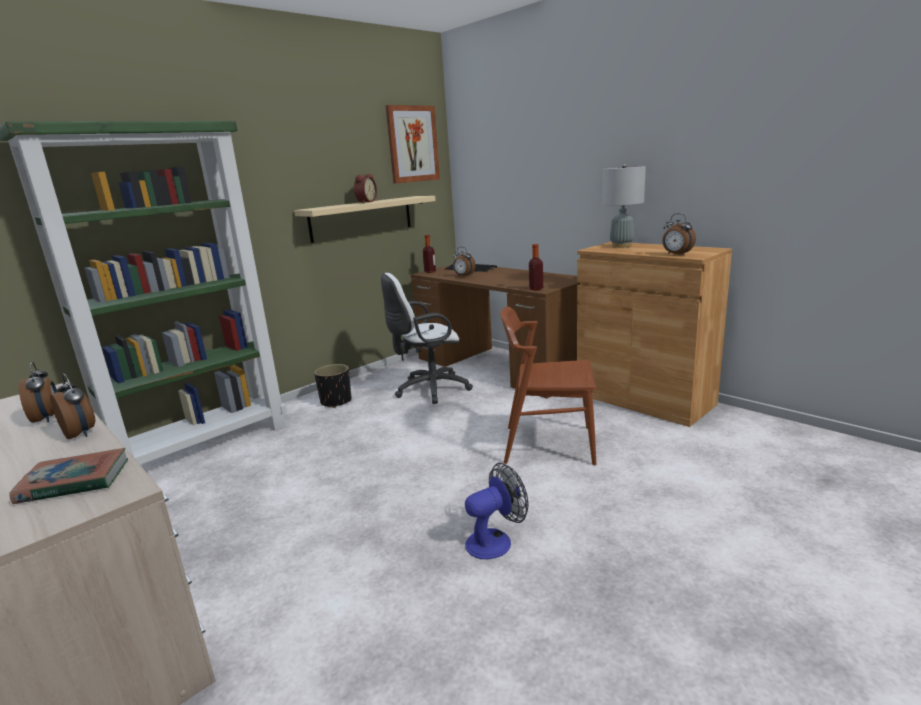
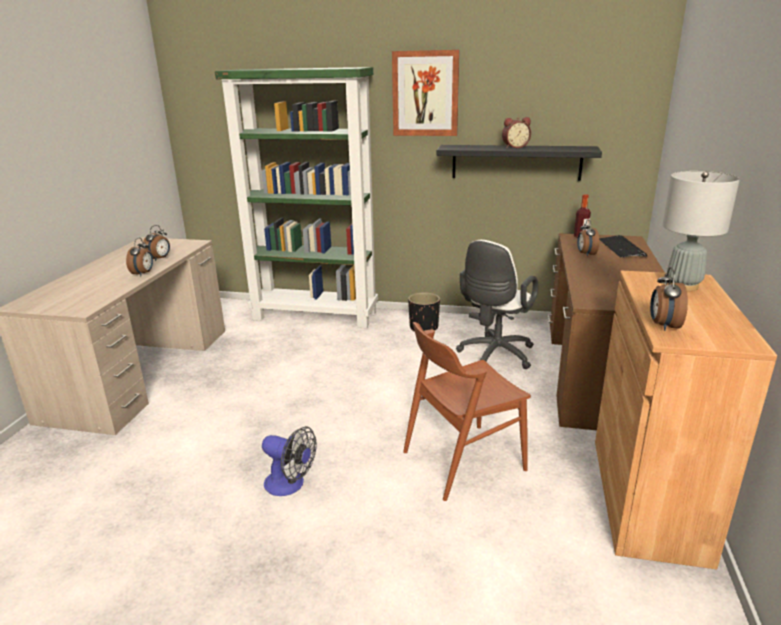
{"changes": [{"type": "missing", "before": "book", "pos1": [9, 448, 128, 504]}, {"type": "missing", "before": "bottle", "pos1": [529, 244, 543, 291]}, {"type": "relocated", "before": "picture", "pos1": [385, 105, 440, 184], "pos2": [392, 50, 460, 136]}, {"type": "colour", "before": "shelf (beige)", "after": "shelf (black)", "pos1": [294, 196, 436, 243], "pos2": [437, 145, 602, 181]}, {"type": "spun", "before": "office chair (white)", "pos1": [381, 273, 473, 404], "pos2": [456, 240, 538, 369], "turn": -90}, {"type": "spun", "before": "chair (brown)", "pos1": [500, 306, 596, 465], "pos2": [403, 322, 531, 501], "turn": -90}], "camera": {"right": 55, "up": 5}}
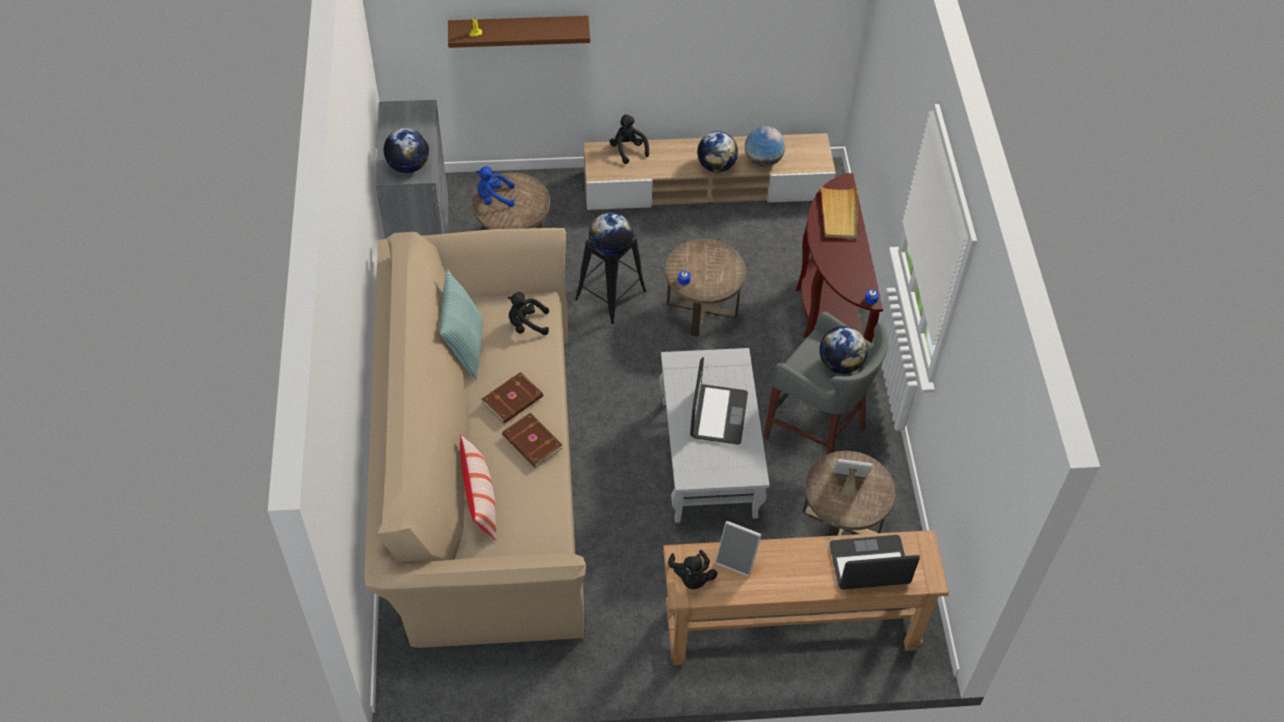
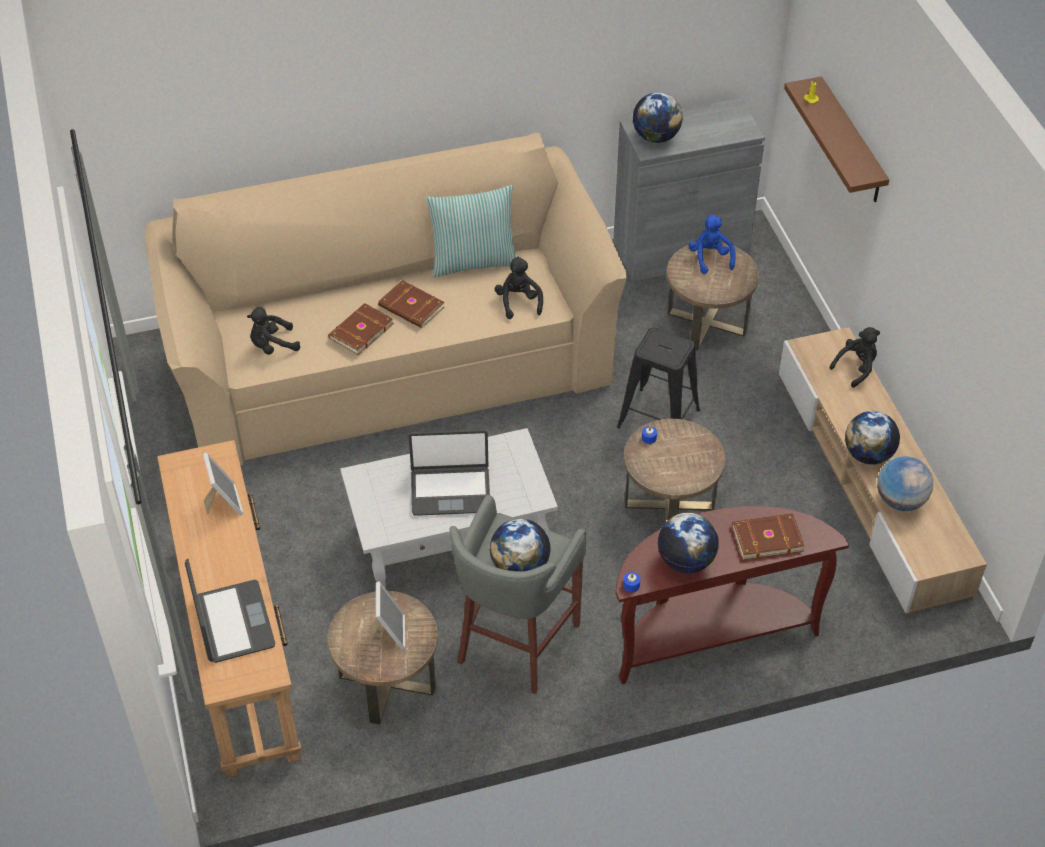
{"changes": [{"type": "missing", "before": "pillow", "pos1": [460, 435, 496, 541]}, {"type": "relocated", "before": "globe", "pos1": [589, 212, 634, 257], "pos2": [658, 513, 719, 573]}, {"type": "relocated", "before": "plush toy (black)", "pos1": [668, 550, 717, 589], "pos2": [247, 307, 300, 355]}, {"type": "exchanged", "before": "tray (beige)", "after": "book (brown)", "pos1": [820, 185, 858, 238], "pos2": [732, 513, 805, 560]}, {"type": "spun", "before": "picture frame", "pos1": [715, 521, 762, 577], "pos2": [203, 452, 243, 515], "turn": 150}], "camera": {"right": 80, "up": -5}}
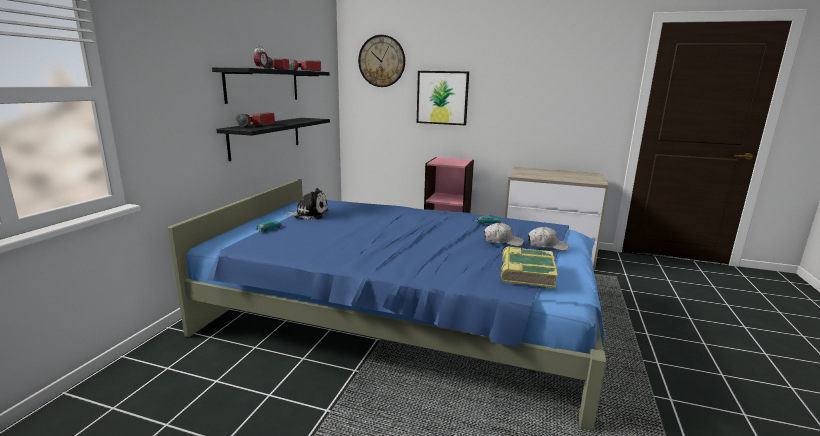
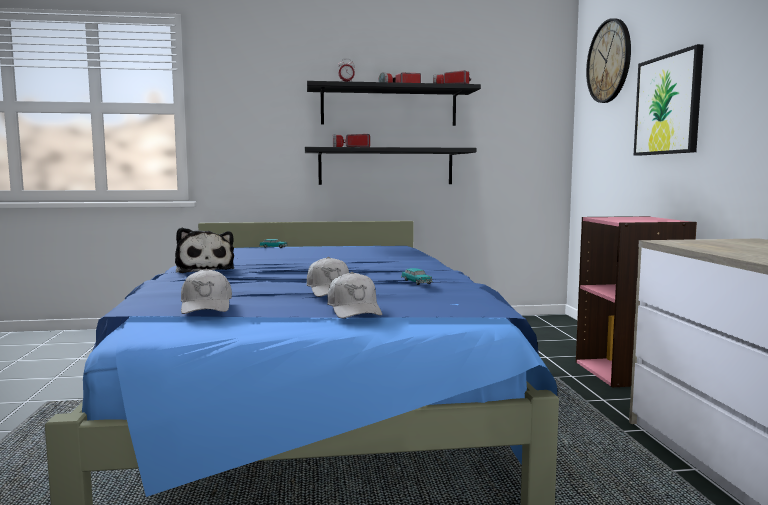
{"changes": [{"type": "relocated", "before": "plush toy", "pos1": [284, 188, 328, 220], "pos2": [175, 227, 234, 273]}, {"type": "exchanged", "before": "book", "after": "cap (white)", "pos1": [501, 246, 558, 288], "pos2": [181, 269, 232, 314]}], "camera": {"right": 65, "up": -10}}
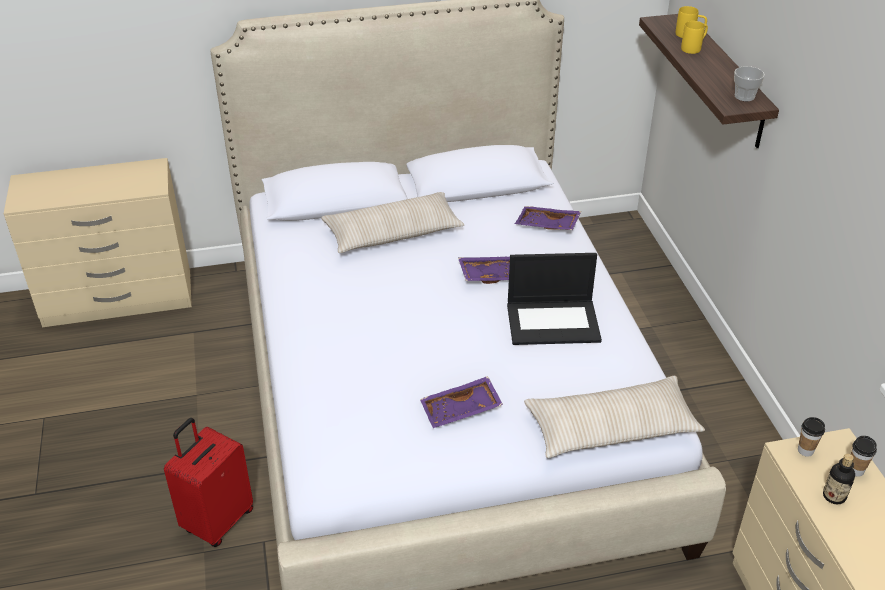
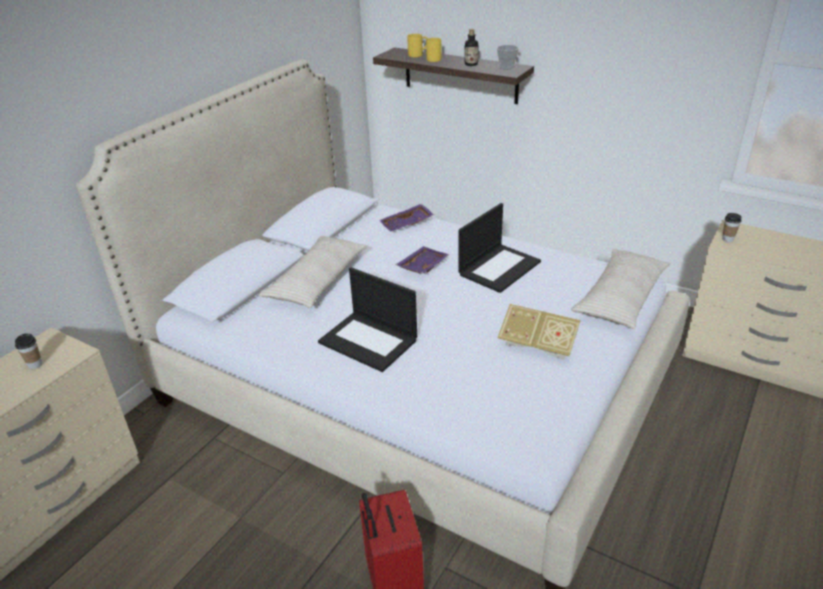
{"changes": [{"type": "appeared", "after": "laptop", "pos2": [318, 267, 417, 372]}, {"type": "relocated", "before": "bottle", "pos1": [823, 454, 855, 505], "pos2": [464, 29, 479, 66]}, {"type": "relocated", "before": "cup", "pos1": [851, 436, 877, 477], "pos2": [15, 333, 42, 369]}, {"type": "exchanged", "before": "tray (purple)", "after": "book", "pos1": [420, 376, 503, 428], "pos2": [498, 304, 581, 360]}], "camera": {"right": -45, "up": -5}}
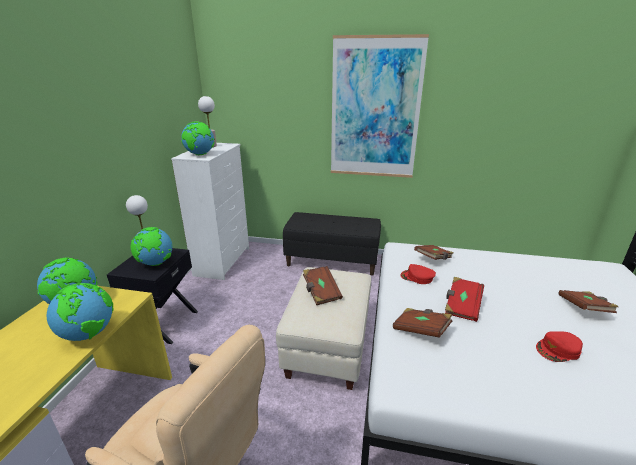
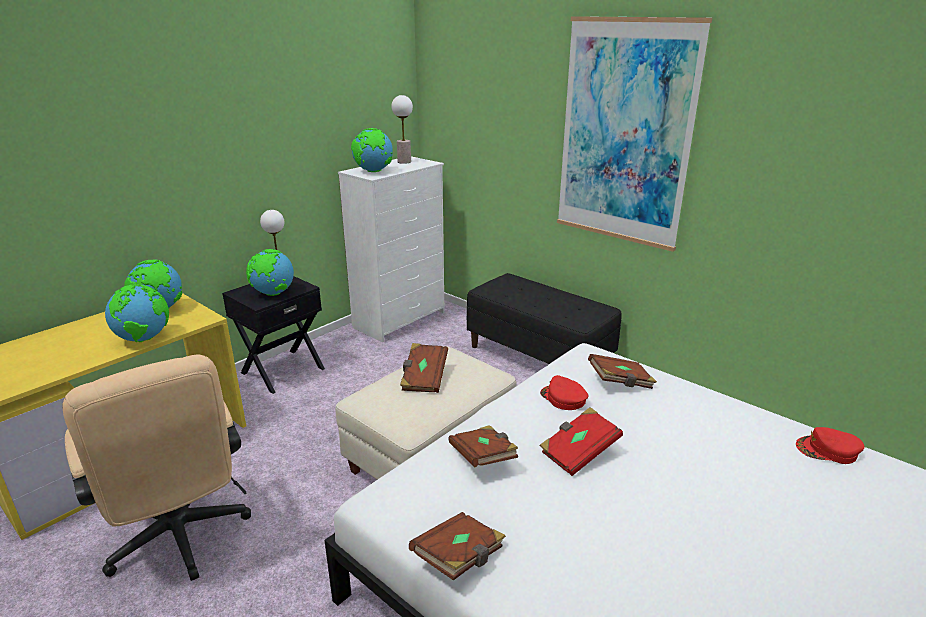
{"changes": [{"type": "relocated", "before": "cap (red)", "pos1": [536, 331, 583, 362], "pos2": [796, 427, 865, 464]}, {"type": "relocated", "before": "book (brown)", "pos1": [559, 290, 618, 313], "pos2": [409, 512, 506, 580]}], "camera": {"right": 30, "up": 0}}
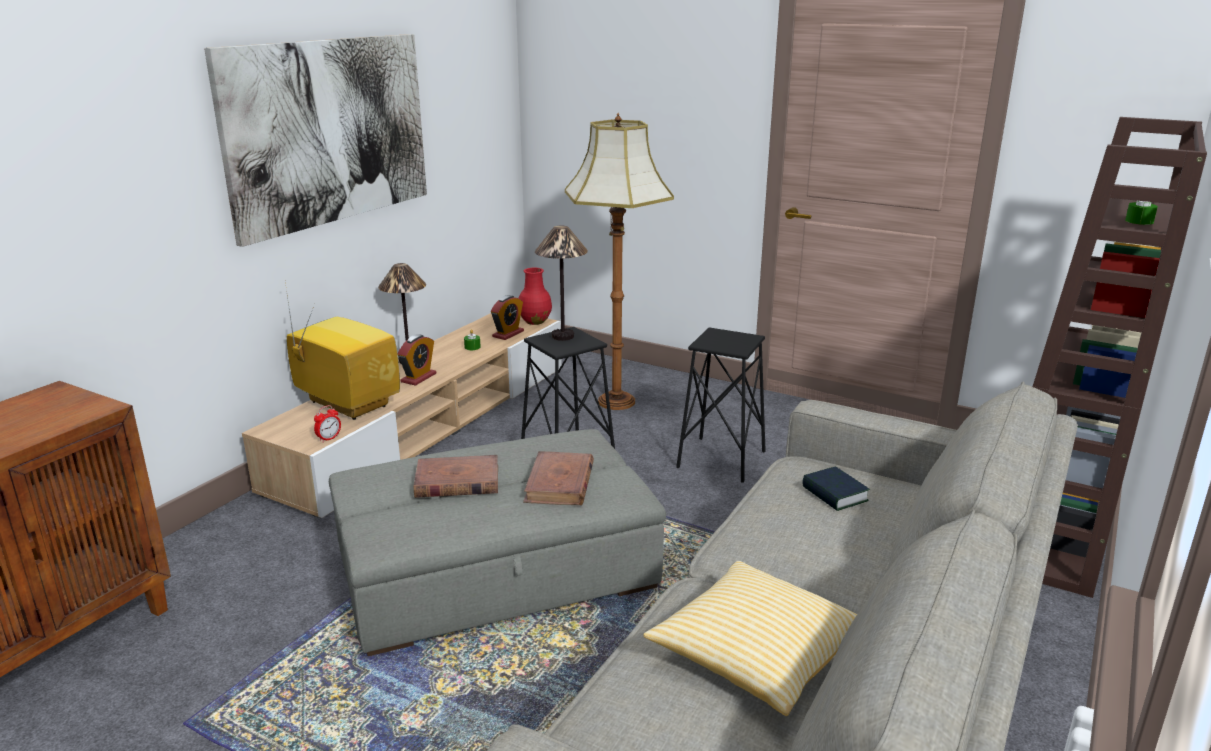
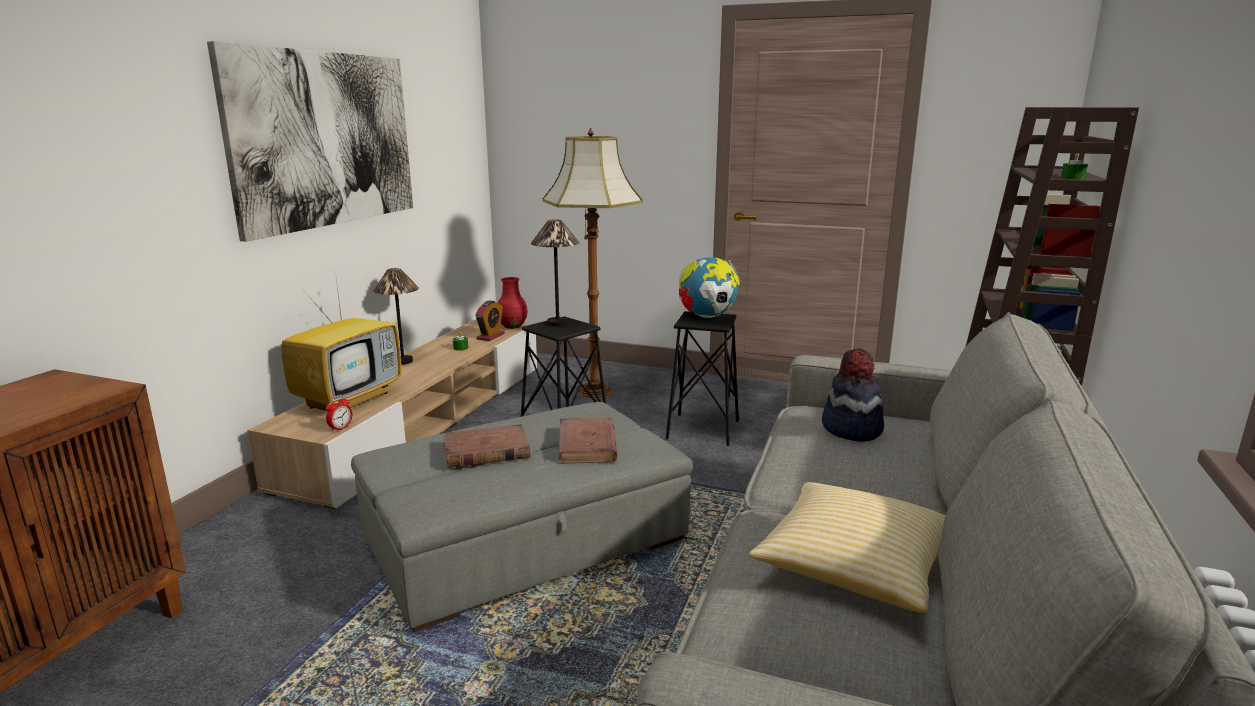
{"changes": [{"type": "missing", "before": "alarm clock", "pos1": [398, 334, 437, 386]}, {"type": "appeared", "after": "globe", "pos2": [679, 257, 741, 318]}, {"type": "exchanged", "before": "book", "after": "hat", "pos1": [802, 467, 870, 511], "pos2": [822, 348, 884, 442]}, {"type": "spun", "before": "television", "pos1": [286, 289, 400, 420], "pos2": [282, 271, 401, 411], "turn": 90}], "camera": {"right": -10, "up": -5}}
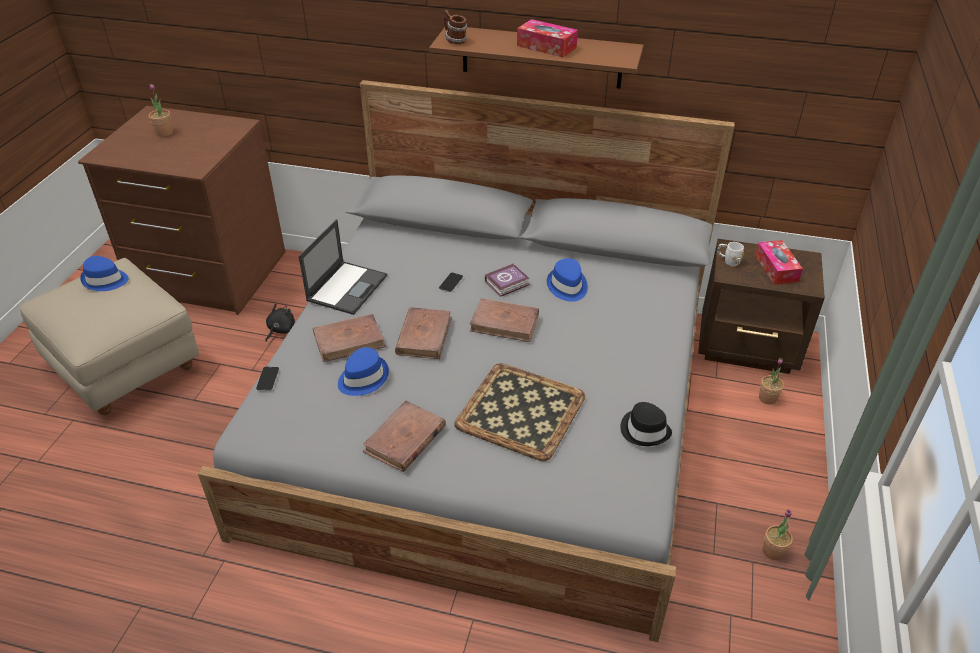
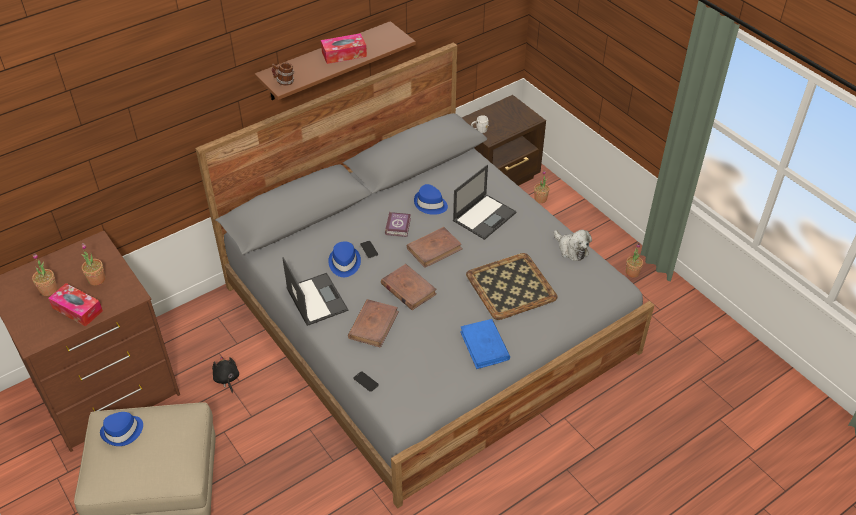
{"changes": [{"type": "appeared", "after": "potted plant", "pos2": [81, 243, 105, 286]}, {"type": "appeared", "after": "laptop", "pos2": [453, 165, 516, 240]}, {"type": "relocated", "before": "hat (blue)", "pos1": [338, 347, 389, 396], "pos2": [328, 241, 361, 277]}, {"type": "relocated", "before": "tissue box", "pos1": [755, 240, 803, 285], "pos2": [48, 283, 103, 327]}, {"type": "exchanged", "before": "hat (black)", "after": "plush toy", "pos1": [620, 402, 672, 446], "pos2": [554, 230, 592, 261]}, {"type": "colour", "before": "book (brown)", "after": "book (blue)", "pos1": [363, 401, 446, 472], "pos2": [460, 319, 510, 369]}], "camera": {"right": -50, "up": 5}}
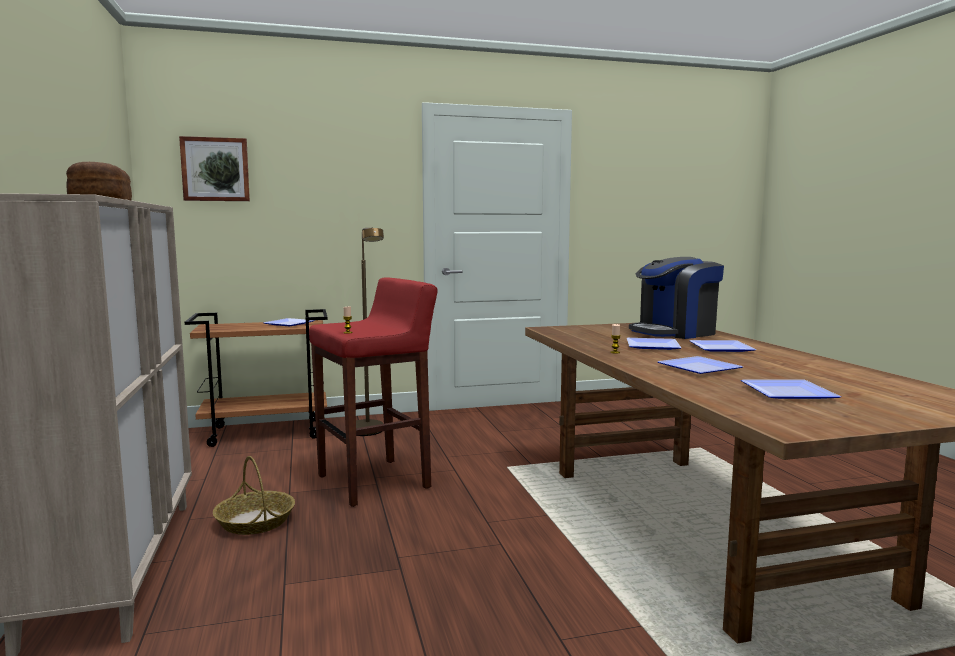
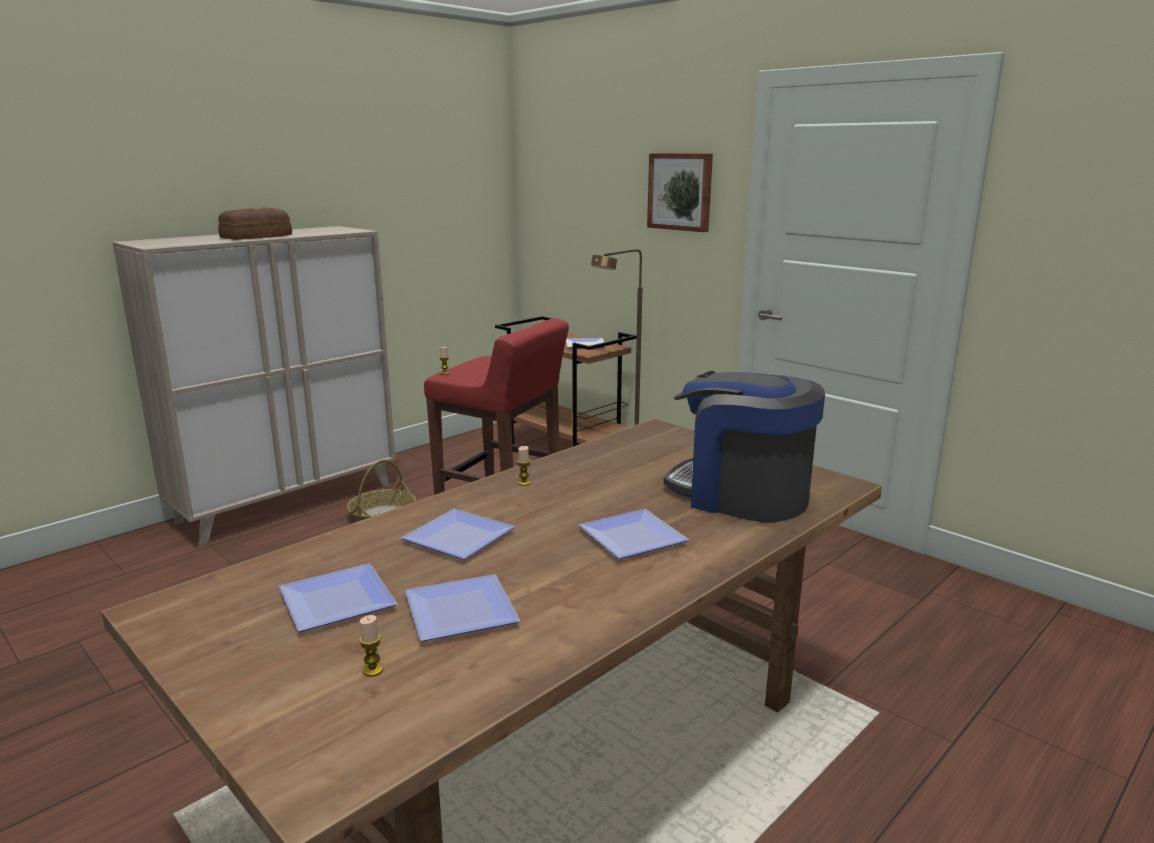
{"changes": [{"type": "appeared", "after": "candle", "pos2": [359, 615, 383, 677]}, {"type": "relocated", "before": "picture", "pos1": [179, 136, 250, 201], "pos2": [647, 153, 713, 232]}, {"type": "relocated", "before": "plate", "pos1": [627, 338, 681, 350], "pos2": [405, 574, 520, 641]}], "camera": {"right": 60, "up": 10}}
